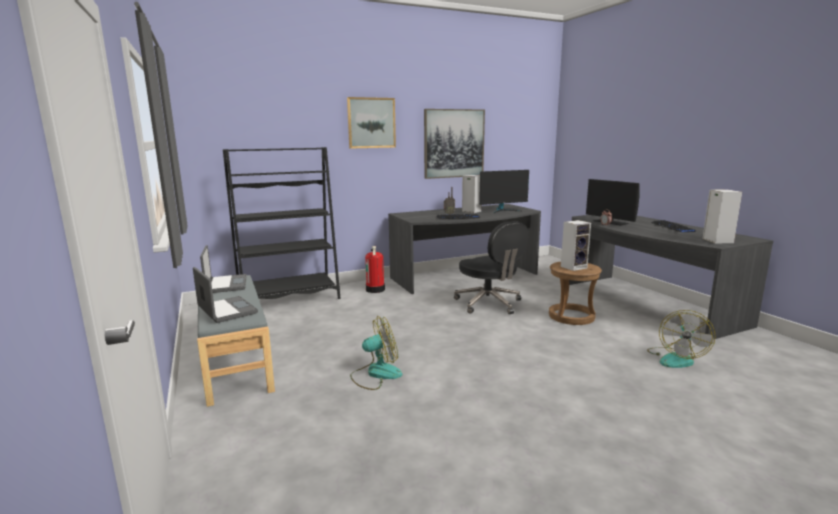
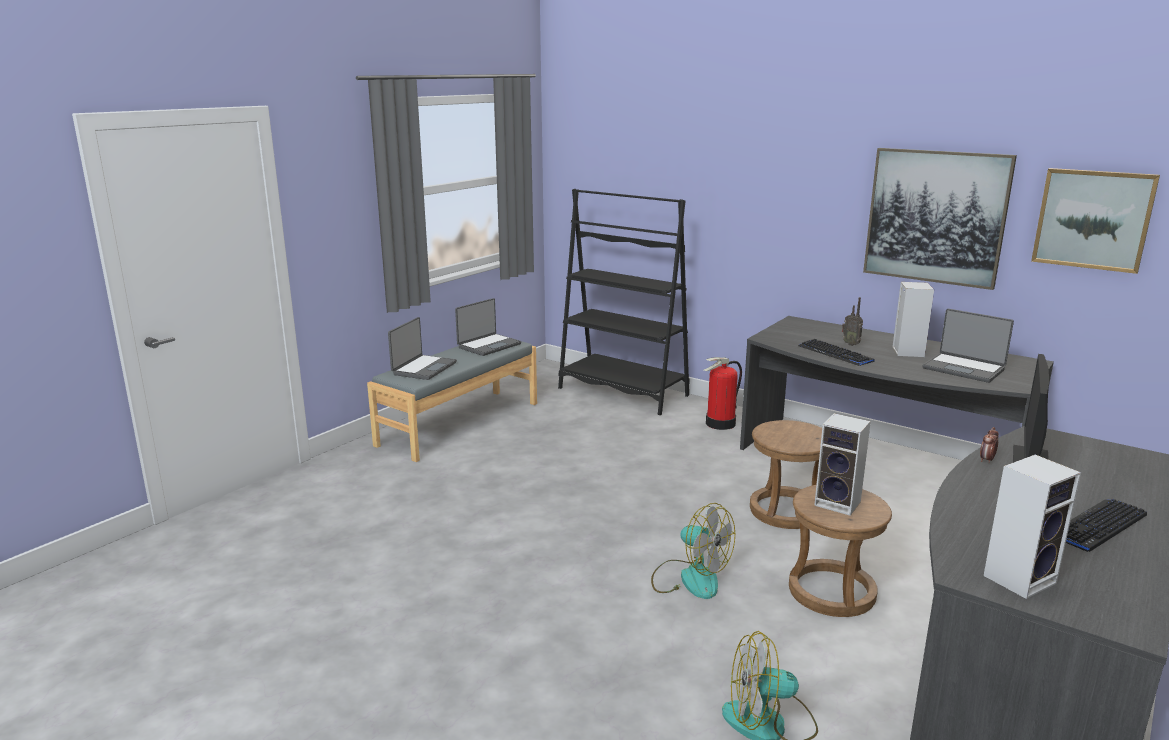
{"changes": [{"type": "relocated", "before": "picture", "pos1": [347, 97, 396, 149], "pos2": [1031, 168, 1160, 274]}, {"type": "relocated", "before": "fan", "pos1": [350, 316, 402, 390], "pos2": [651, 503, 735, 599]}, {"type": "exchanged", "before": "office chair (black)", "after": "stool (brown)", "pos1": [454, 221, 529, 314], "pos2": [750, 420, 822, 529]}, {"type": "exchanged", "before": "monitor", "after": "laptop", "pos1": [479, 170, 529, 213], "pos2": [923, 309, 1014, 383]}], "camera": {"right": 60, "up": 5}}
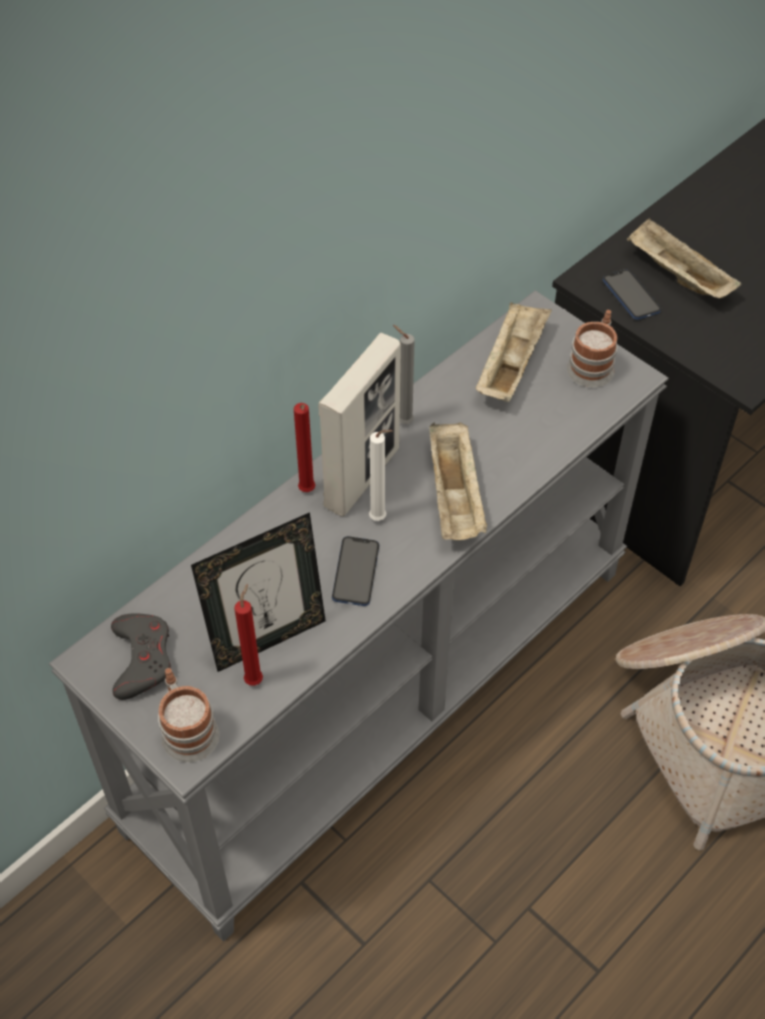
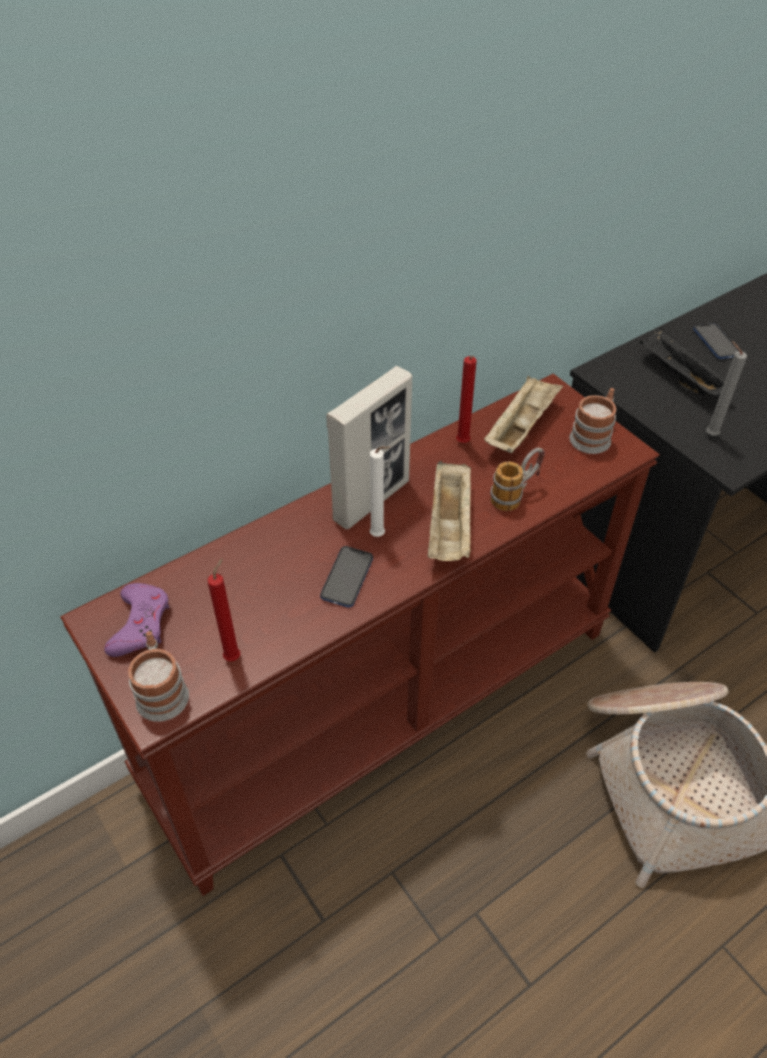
{"changes": [{"type": "missing", "before": "picture frame", "pos1": [191, 512, 326, 672]}, {"type": "appeared", "after": "mug", "pos2": [490, 448, 545, 511]}, {"type": "relocated", "before": "candle (red)", "pos1": [294, 403, 315, 492], "pos2": [456, 356, 477, 443]}, {"type": "relocated", "before": "candle (grey)", "pos1": [393, 325, 415, 424], "pos2": [706, 341, 747, 436]}, {"type": "relocated", "before": "phone", "pos1": [603, 269, 661, 320], "pos2": [693, 323, 739, 359]}, {"type": "colour", "before": "console table (grey)", "after": "console table (brown)", "pos1": [49, 290, 669, 942], "pos2": [60, 374, 660, 896]}, {"type": "colour", "before": "game controller (grey)", "after": "game controller (purple)", "pos1": [111, 613, 171, 700], "pos2": [104, 583, 169, 657]}, {"type": "colour", "before": "tray (beige)", "after": "tray (black)", "pos1": [627, 218, 741, 299], "pos2": [639, 328, 725, 396]}], "camera": {"right": 10, "up": -5}}
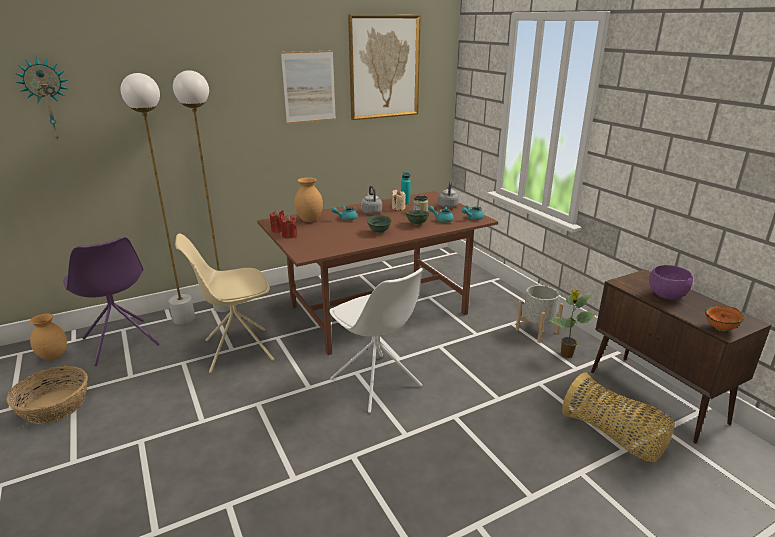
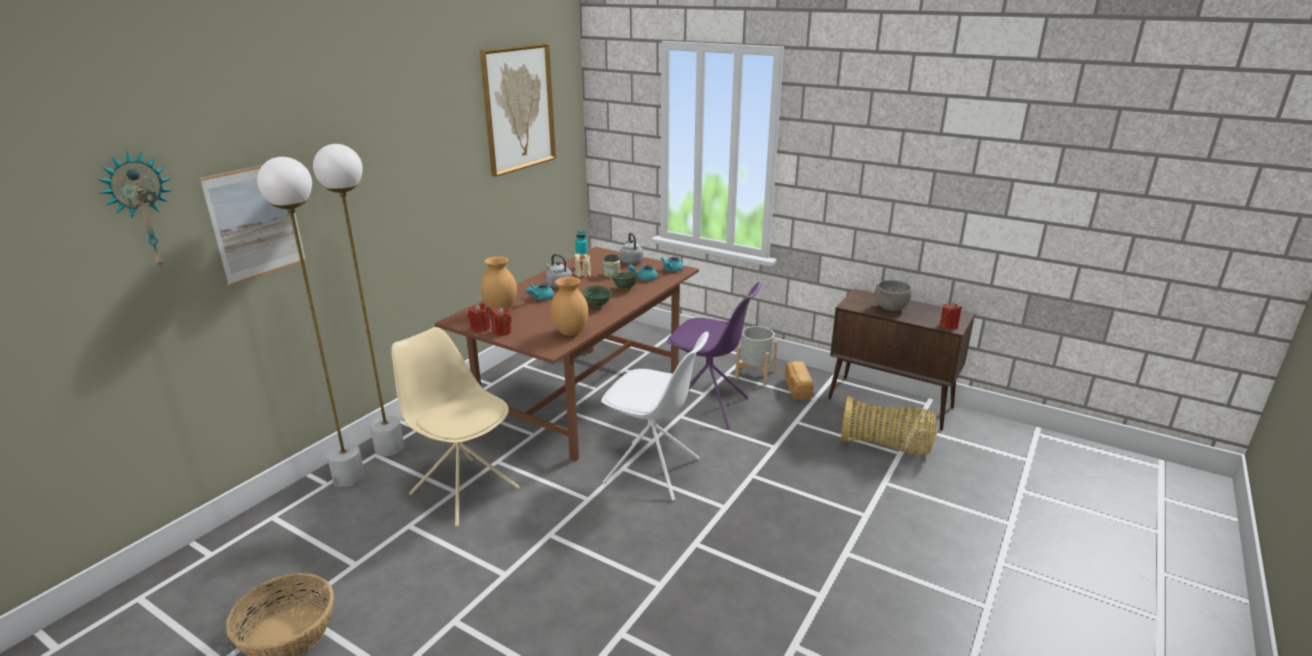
{"changes": [{"type": "relocated", "before": "vase (brown)", "pos1": [30, 314, 67, 360], "pos2": [550, 277, 588, 336]}, {"type": "relocated", "before": "chair (purple)", "pos1": [63, 237, 159, 366], "pos2": [667, 282, 761, 429]}, {"type": "relocated", "before": "picture", "pos1": [281, 50, 336, 124], "pos2": [200, 165, 306, 286]}, {"type": "exchanged", "before": "potted plant", "after": "bread", "pos1": [548, 289, 596, 358], "pos2": [785, 361, 814, 400]}, {"type": "exchanged", "before": "bowl (orange)", "after": "candle (red)", "pos1": [705, 305, 745, 332], "pos2": [940, 302, 962, 330]}, {"type": "colour", "before": "bowl (purple)", "after": "bowl (grey)", "pos1": [649, 265, 693, 299], "pos2": [875, 280, 912, 311]}, {"type": "spun", "before": "chair (beige)", "pos1": [175, 233, 274, 373], "pos2": [391, 327, 520, 527], "turn": 90}], "camera": {"right": -30, "up": 0}}
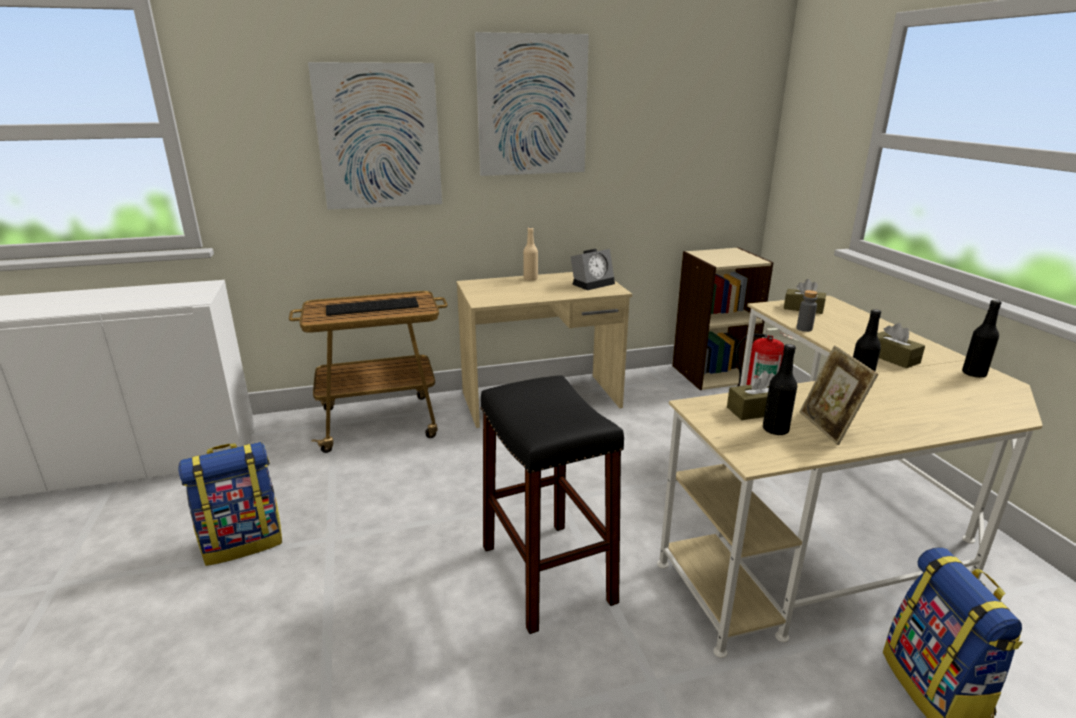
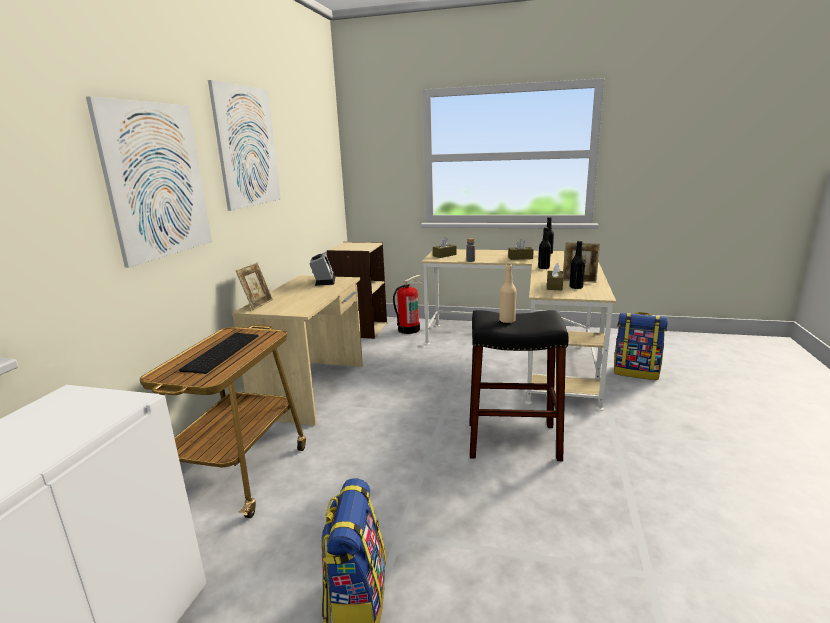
{"changes": [{"type": "appeared", "after": "picture frame", "pos2": [236, 262, 273, 310]}, {"type": "relocated", "before": "bottle (beige)", "pos1": [523, 227, 538, 281], "pos2": [499, 264, 516, 323]}], "camera": {"right": -60, "up": -5}}
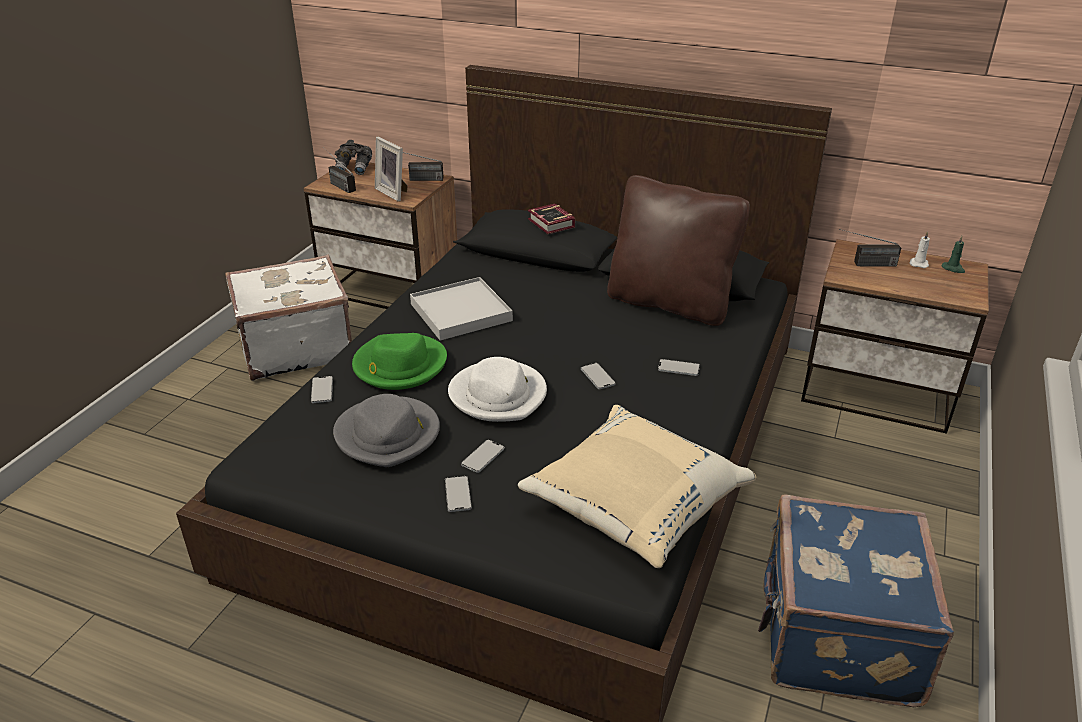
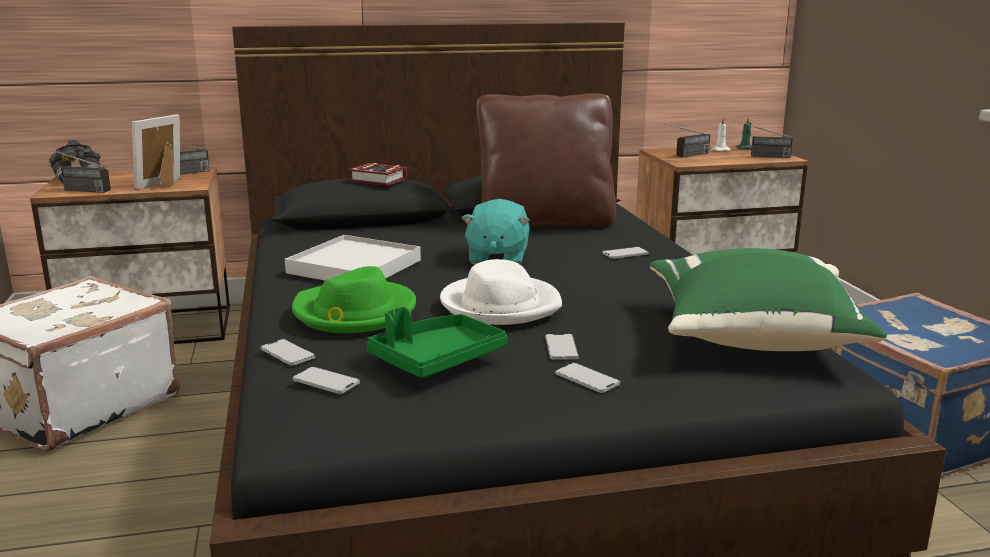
{"changes": [{"type": "appeared", "after": "plush toy (turquoise)", "pos2": [461, 199, 530, 265]}, {"type": "appeared", "after": "radio", "pos2": [733, 120, 793, 158]}, {"type": "relocated", "before": "phone", "pos1": [581, 363, 616, 389], "pos2": [293, 367, 360, 394]}, {"type": "exchanged", "before": "hat (grey)", "after": "tray (green)", "pos1": [333, 394, 440, 467], "pos2": [367, 307, 508, 378]}, {"type": "colour", "before": "pillow (beige)", "after": "pillow (green)", "pos1": [518, 405, 756, 568], "pos2": [650, 248, 887, 351]}, {"type": "spun", "before": "picture frame", "pos1": [375, 137, 408, 202], "pos2": [132, 114, 180, 189], "turn": 105}], "camera": {"right": -35, "up": -15}}
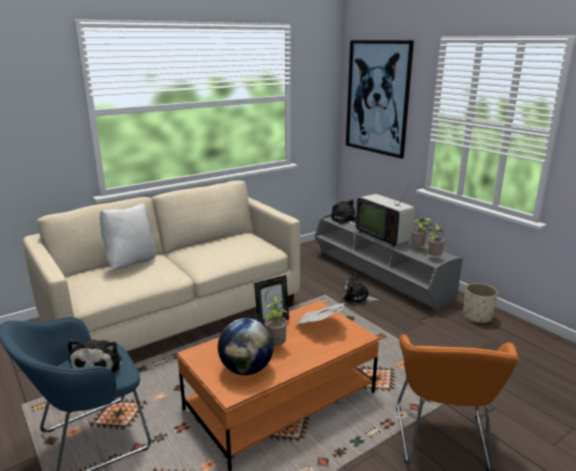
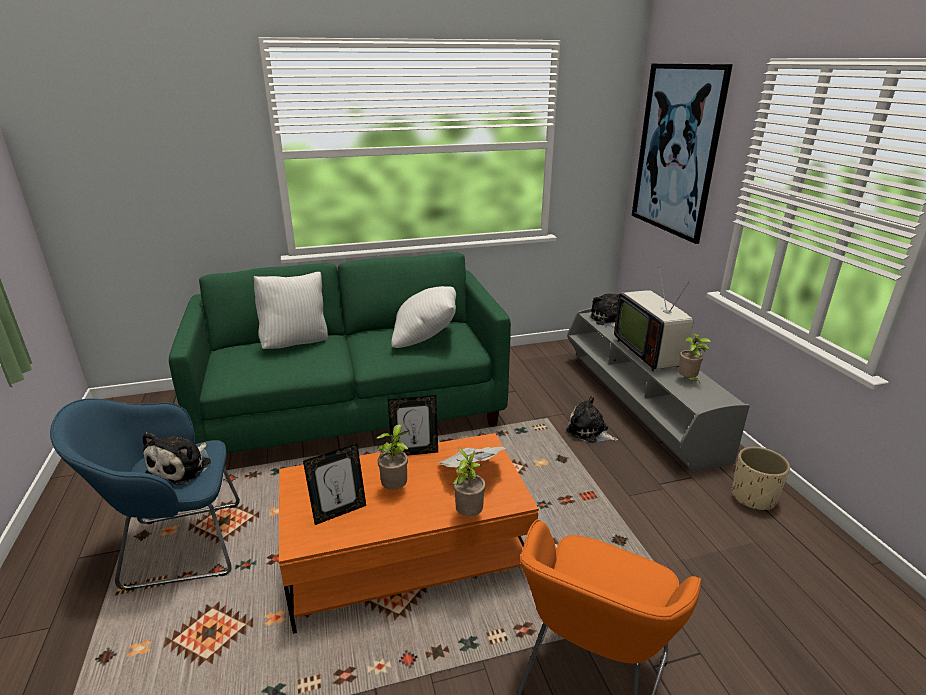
{"changes": [{"type": "appeared", "after": "pillow (white)", "pos2": [391, 286, 456, 348]}, {"type": "relocated", "before": "potted plant", "pos1": [427, 223, 445, 256], "pos2": [452, 447, 486, 516]}, {"type": "exchanged", "before": "globe", "after": "picture frame", "pos1": [218, 318, 274, 375], "pos2": [303, 444, 366, 525]}, {"type": "colour", "before": "sofa (beige)", "after": "sofa (green)", "pos1": [23, 181, 300, 351], "pos2": [169, 252, 511, 453]}], "camera": {"right": 20, "up": 5}}
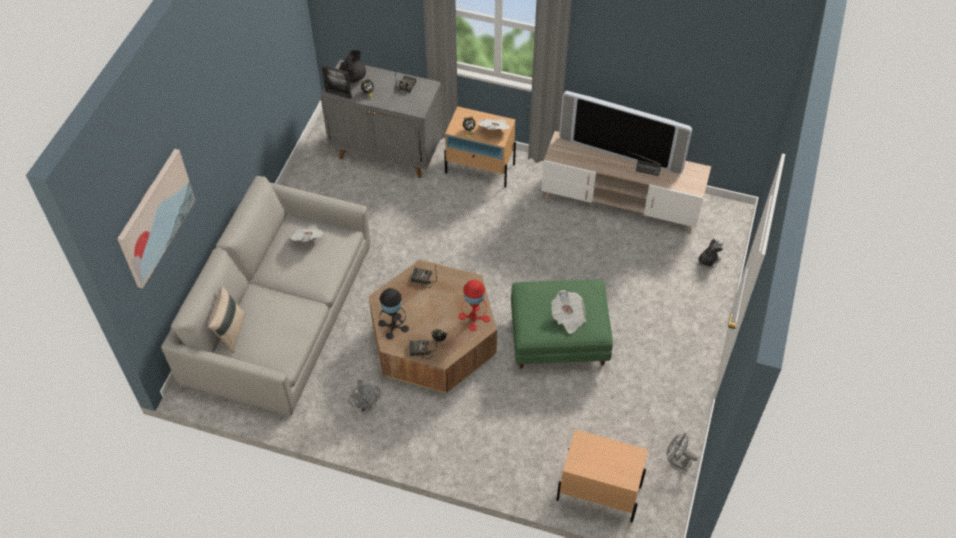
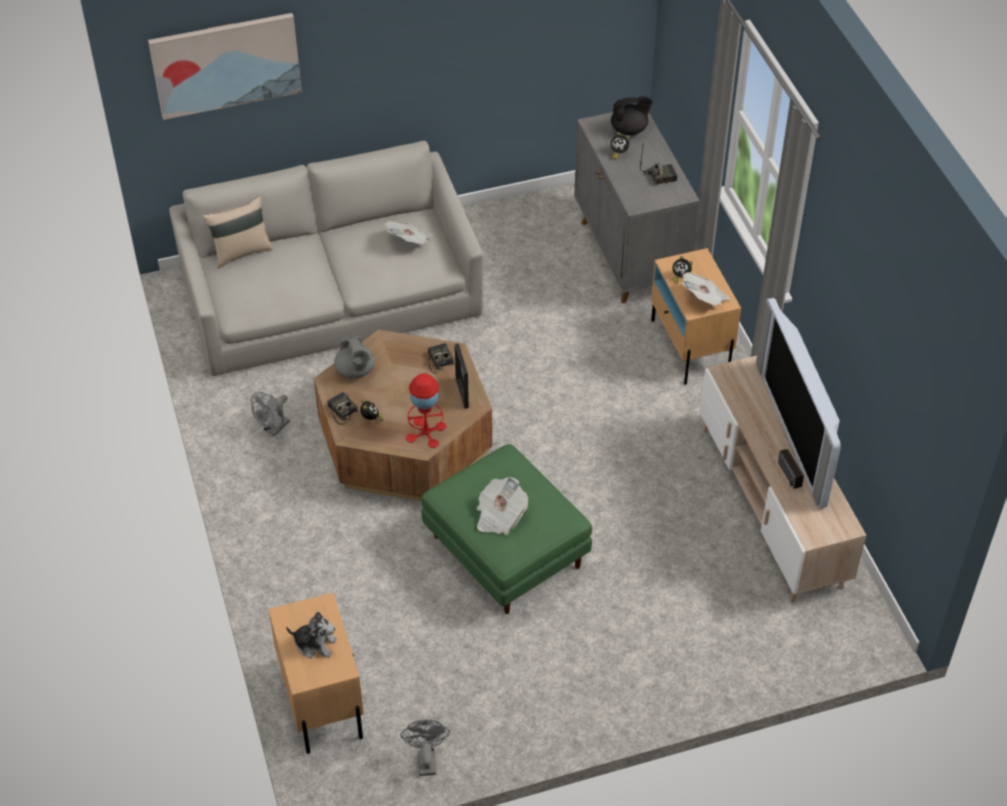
{"changes": [{"type": "relocated", "before": "picture frame", "pos1": [322, 65, 352, 99], "pos2": [455, 344, 469, 409]}, {"type": "relocated", "before": "plush toy", "pos1": [698, 239, 724, 269], "pos2": [286, 612, 337, 658]}, {"type": "exchanged", "before": "table lamp (black)", "after": "teapot (grey)", "pos1": [378, 288, 409, 340], "pos2": [334, 336, 375, 379]}], "camera": {"right": 55, "up": -5}}
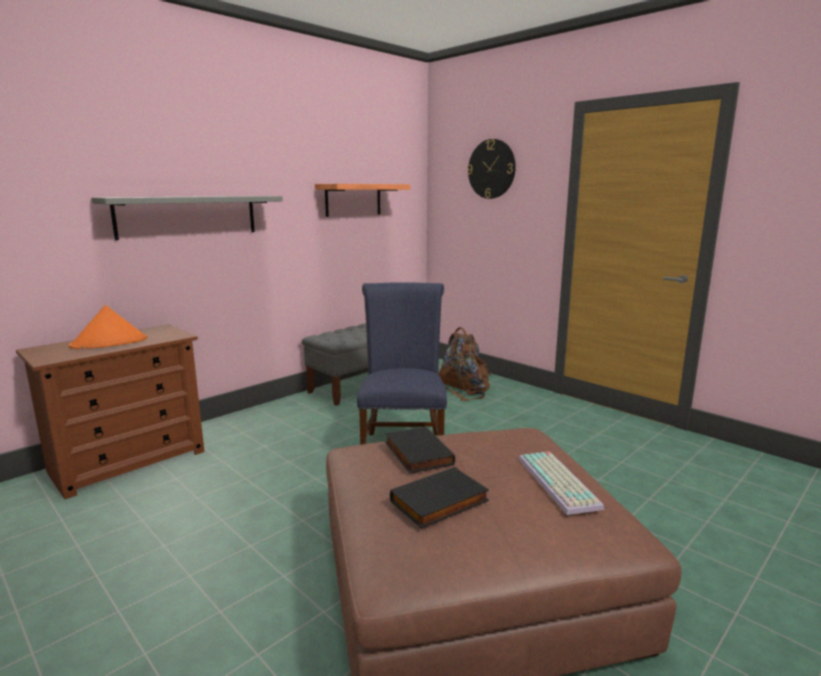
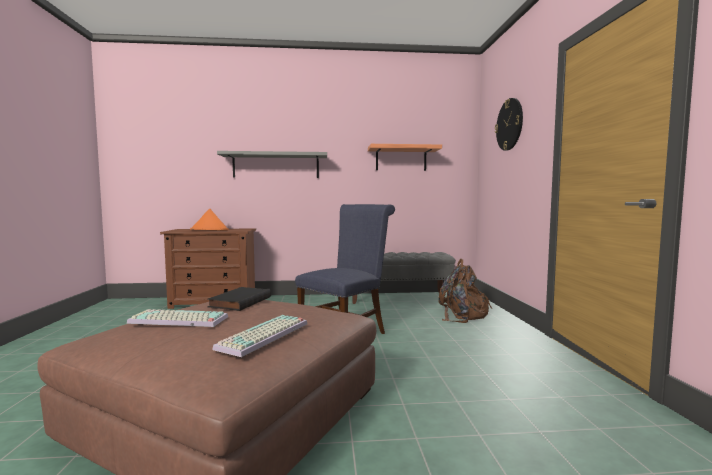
{"changes": [{"type": "exchanged", "before": "book (black)", "after": "keyboard", "pos1": [390, 467, 489, 528], "pos2": [127, 309, 228, 327]}], "camera": {"right": 40, "up": -10}}
